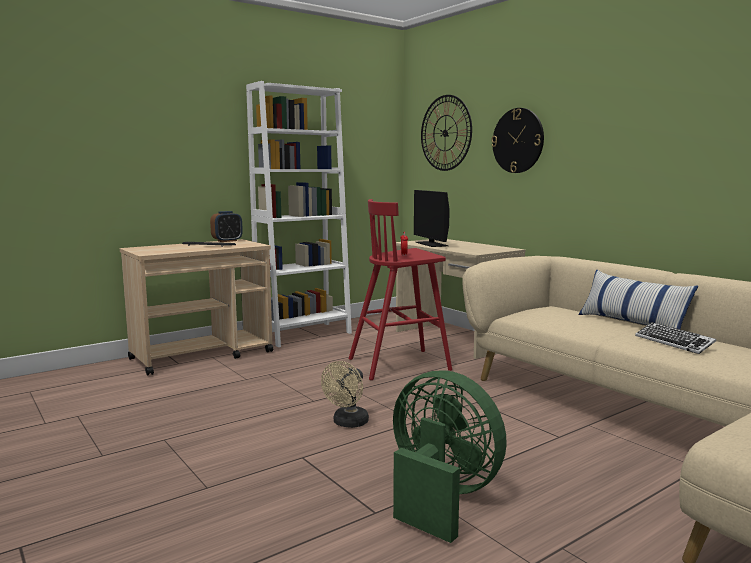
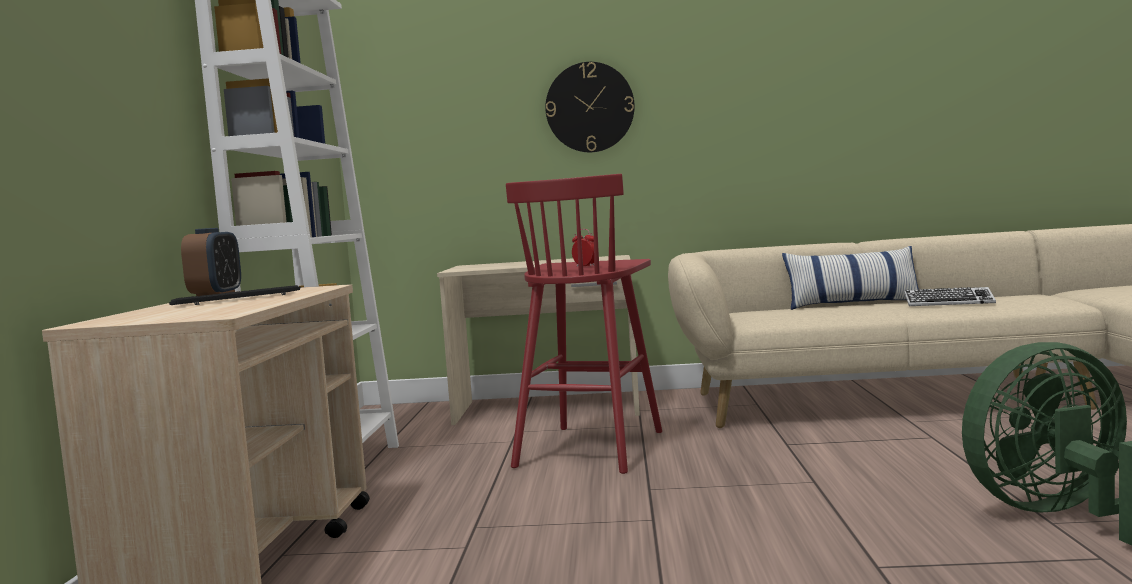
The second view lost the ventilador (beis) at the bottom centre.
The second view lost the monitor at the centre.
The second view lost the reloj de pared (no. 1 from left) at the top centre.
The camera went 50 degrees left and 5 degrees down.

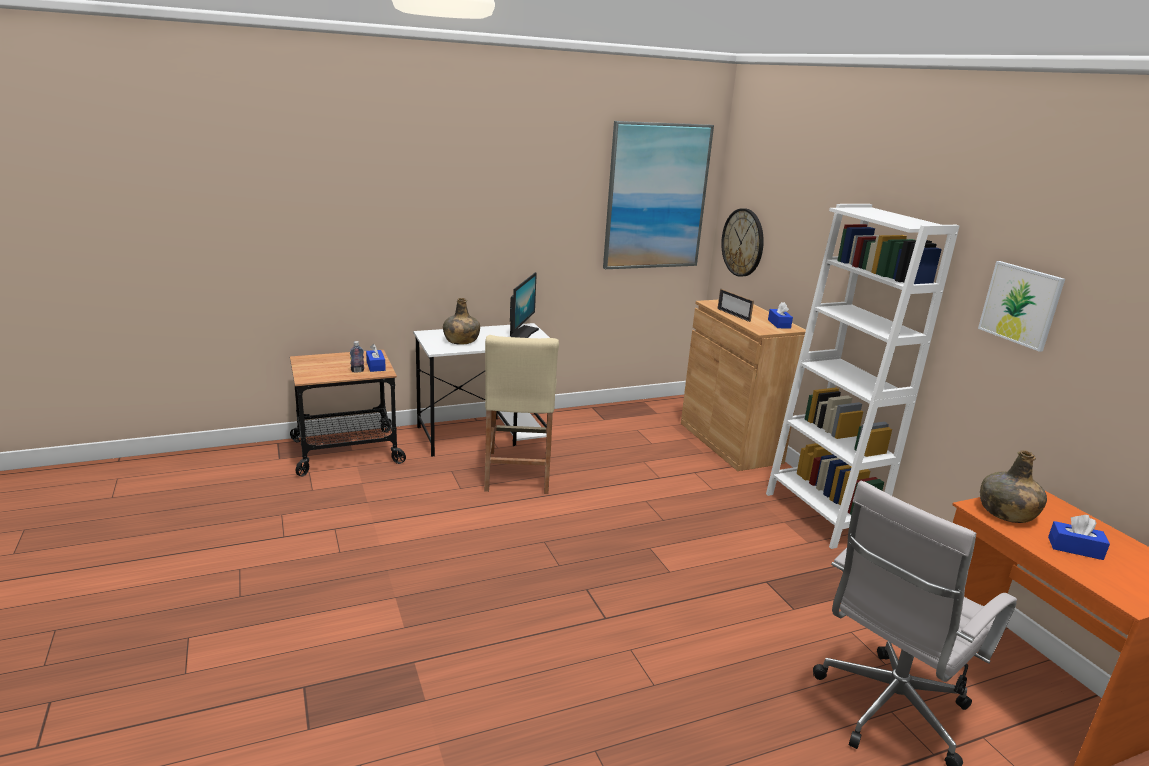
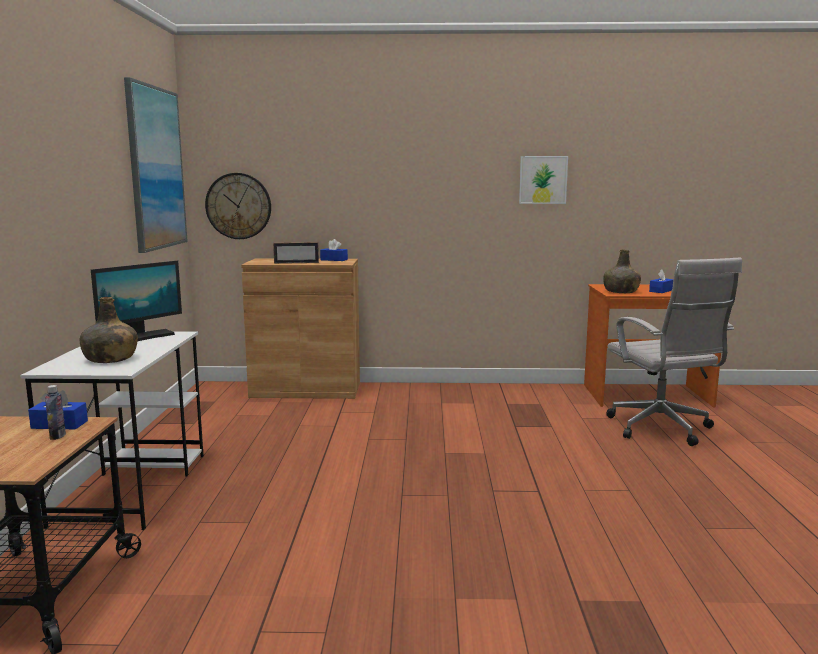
The second view lost the taburete (beis) at the centre.
The monitor at the centre ended up facing another way, 90 degrees clockwise from before.
The second view lost the estantería (blanco) at the middle right.
The camera went 65 degrees left and 10 degrees down.

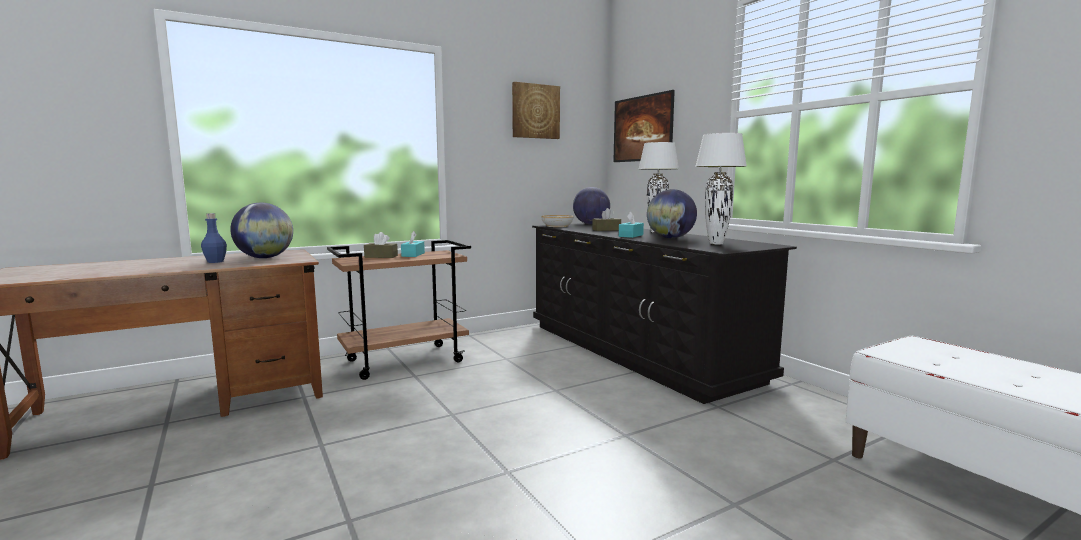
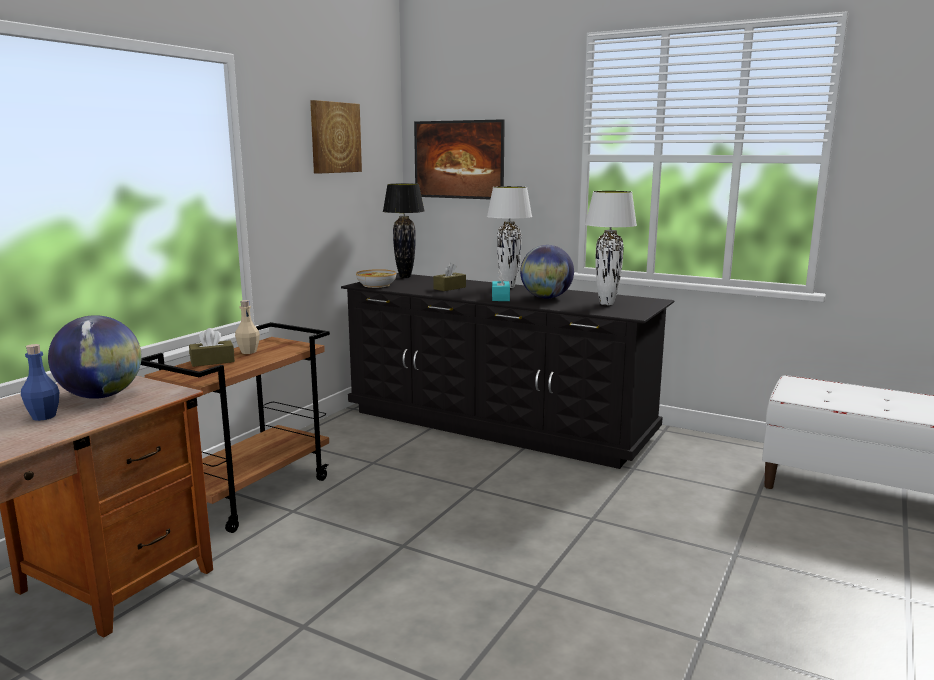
Where the caja de pañuelos (turquesa) (no. 1 from left) stood at the centre, the botella (beis) came to stand at the middle left.
Where the globo terráqueo (no. 2 from left) stood at the centre, the lámpara de mesa (negro) came to stand at the centre.
The camera went 30 degrees left and 5 degrees up.

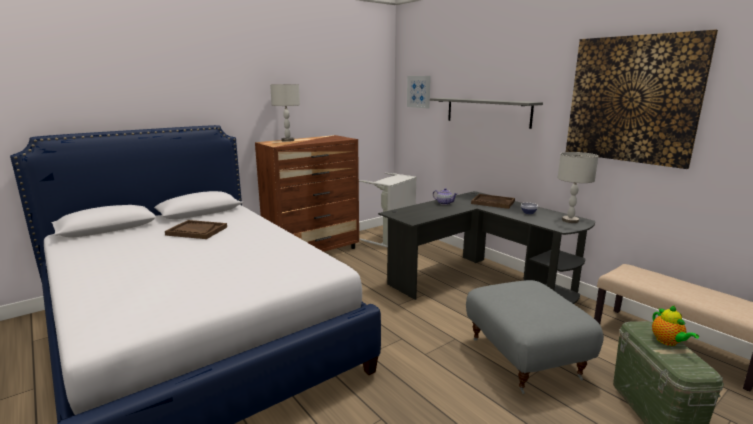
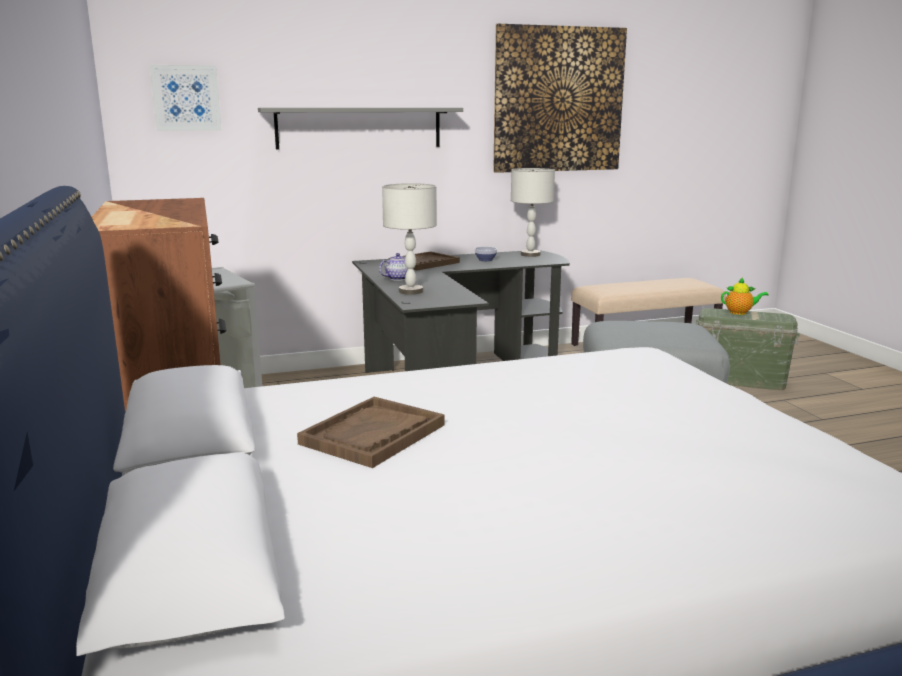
The lámpara de mesa (gris) (no. 1 from left) ended up elsewhere, having gone from the top centre to the centre.
The camera went 70 degrees left and 0 degrees up.

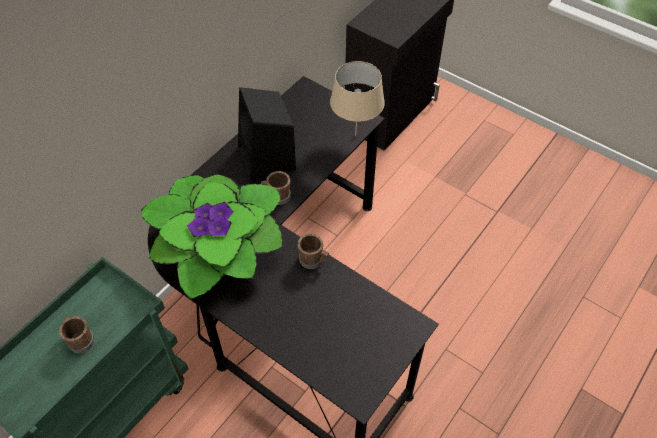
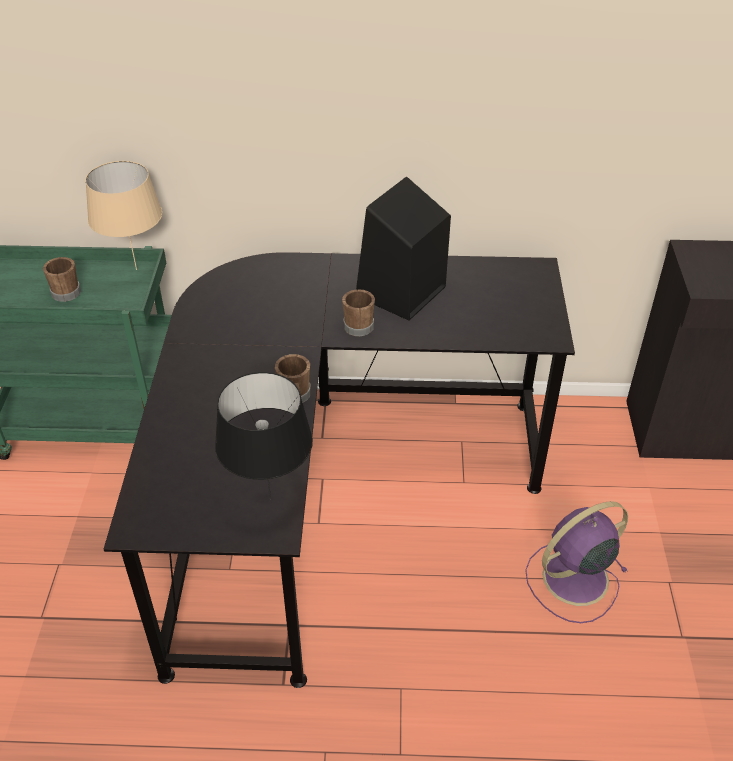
The second view lost the planta en maceta at the middle left.
The lámpara de mesa (beis) ended up elsewhere, having gone from the top centre to the top left.
The second view gained the lámpara de mesa (negro) at the centre.
The second view gained the ventilador (morado) at the bottom right.
The camera went 55 degrees right and 10 degrees down.

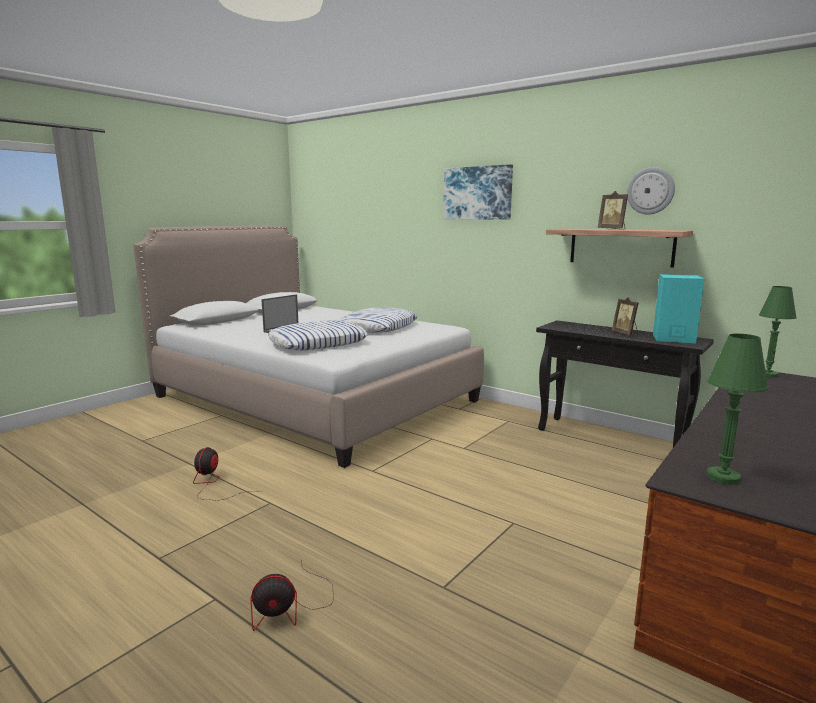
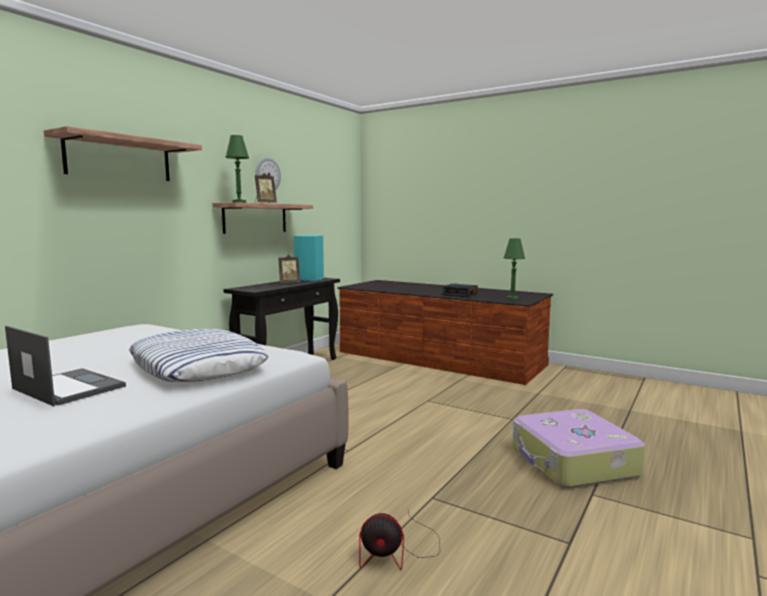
Where the ventilador (no. 2 from left) stood at the bottom centre, the maleta came to stand at the bottom right.
The second view lost the cojín (no. 2 from left) at the centre.
Where the cuadro hung at the top centre, the estante (no. 1 from left) came to hang at the top left.
The lámpara de mesa (verde) (no. 2 from left in the first image) ended up elsewhere, having gone from the middle right to the top left.
The second view gained the despertador at the centre.
The camera went 95 degrees left and 5 degrees down.

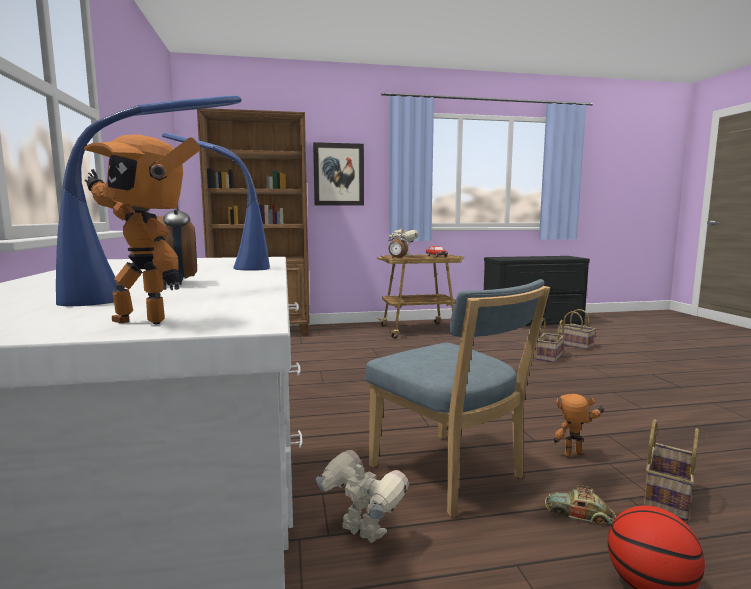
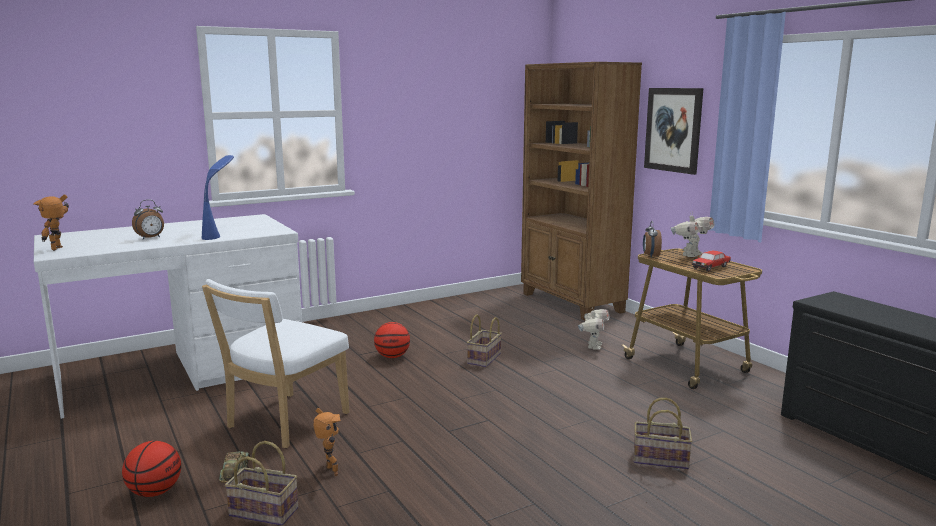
The second view lost the lámpara de mesa (azul) (no. 1 from left) at the middle left.
The robot de juguete (no. 2 from left in the first image) ended up elsewhere, having gone from the bottom centre to the centre.
What was the silla (azul) at the bottom centre turned into the silla (blanco) at the bottom left.
The cesta (no. 2 from left) ended up elsewhere, having gone from the middle right to the centre.
The second view gained the balón de baloncesto (no. 2 from left) at the centre.
The camera went 70 degrees right and 5 degrees up.

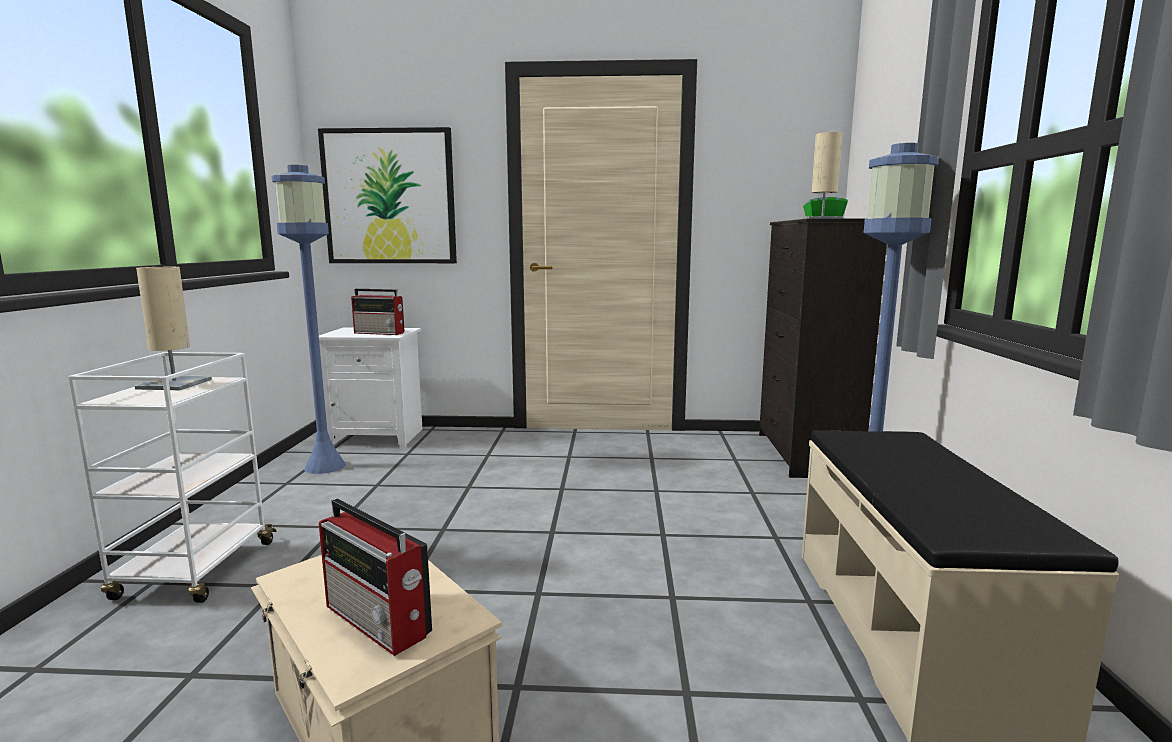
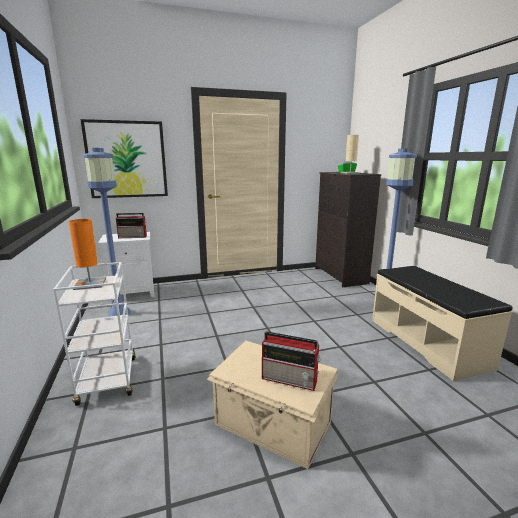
What was the lámpara de mesa (beis) (no. 1 from left) at the middle left turned into the lámpara de mesa (naranja) at the middle left.
The camera went 20 degrees left and 5 degrees up.

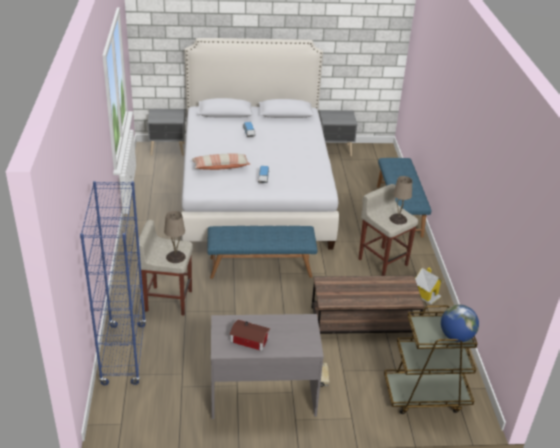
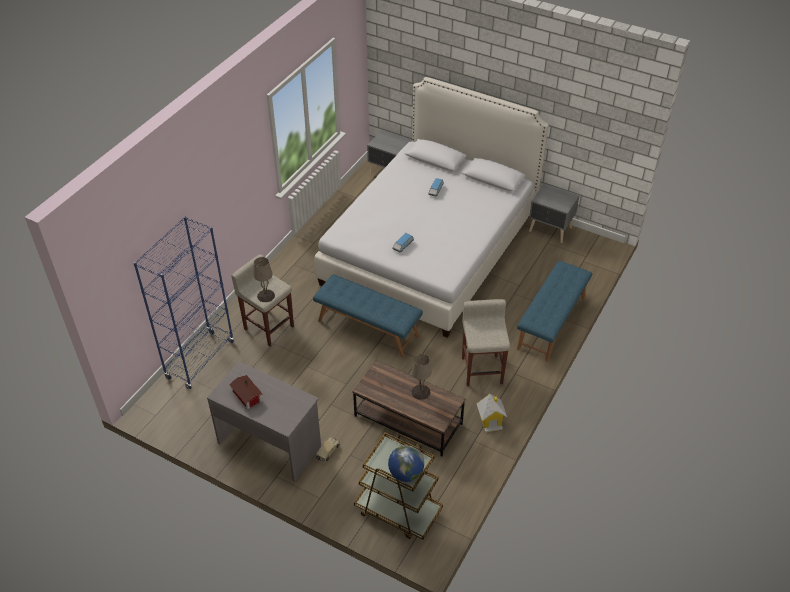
The second view lost the cojín at the centre.
The lámpara de mesa (beis) (no. 2 from left) ended up elsewhere, having gone from the middle right to the centre.
The camera went 35 degrees right and 10 degrees up.

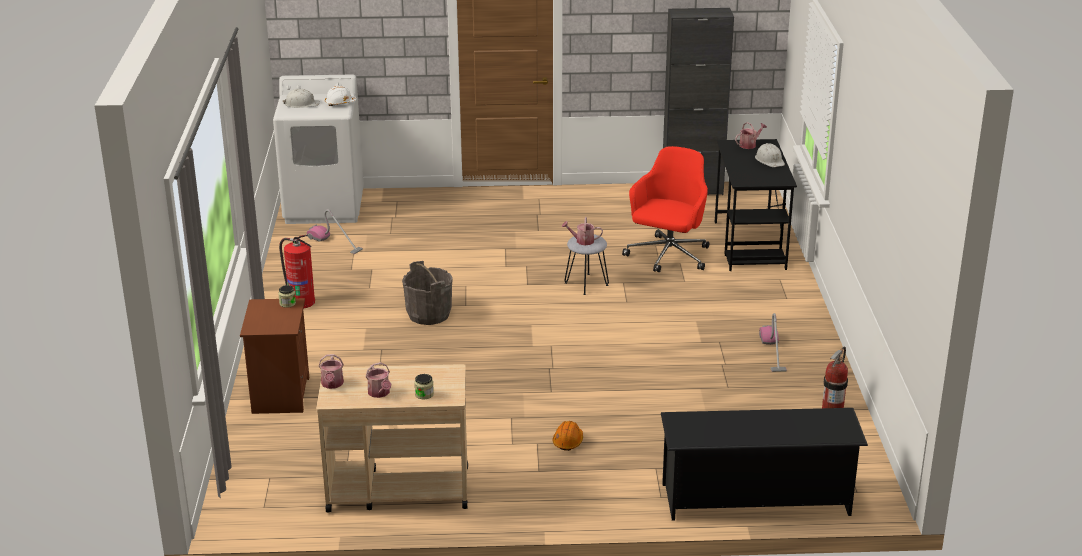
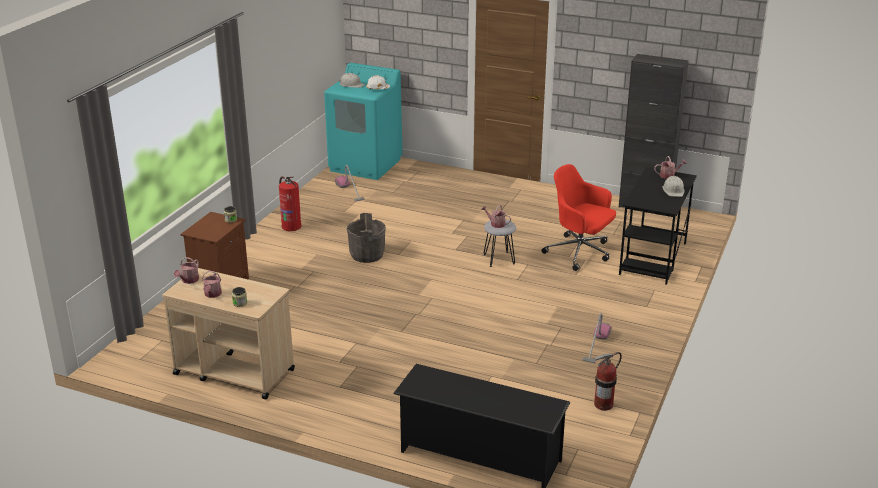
What was the lavadora (blanco) at the top left turned into the lavadora (turquesa) at the top centre.
The second view lost the casco (naranja) at the bottom centre.
The silla de oficina (rojo) at the centre ended up facing another way, 105 degrees counterclockwise from before.
The camera went 25 degrees right and 0 degrees up.

